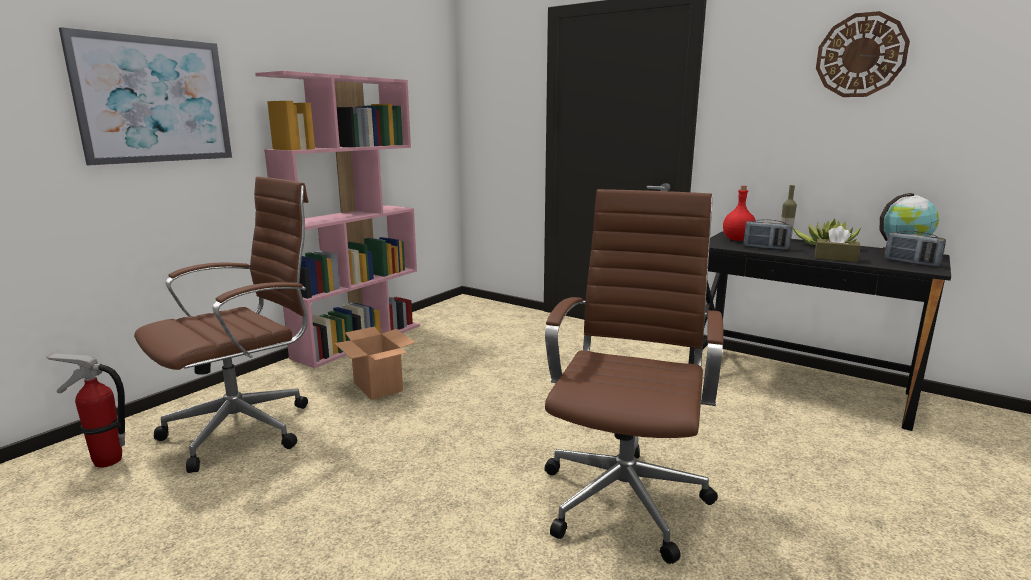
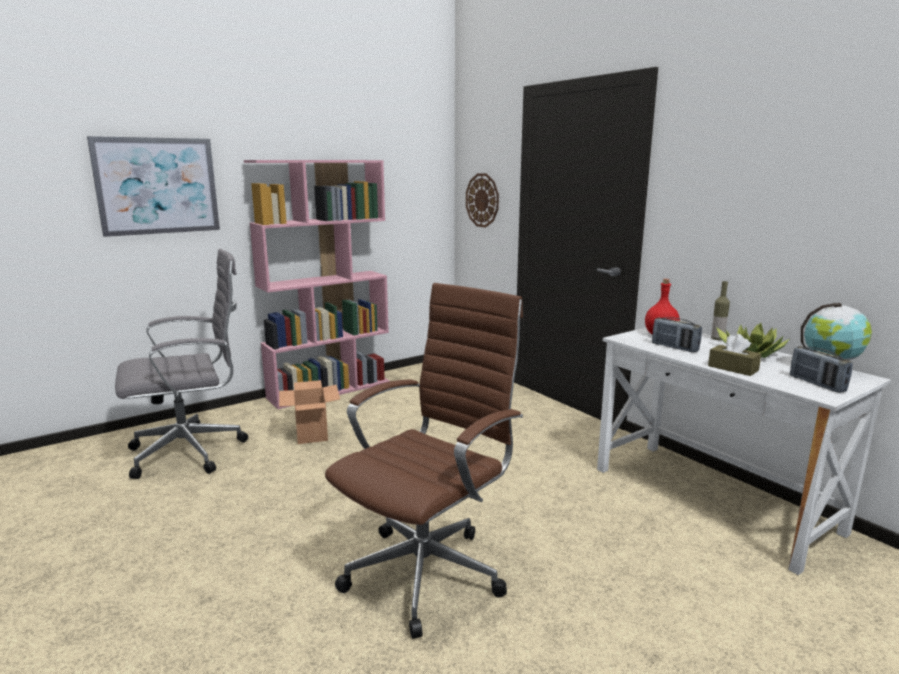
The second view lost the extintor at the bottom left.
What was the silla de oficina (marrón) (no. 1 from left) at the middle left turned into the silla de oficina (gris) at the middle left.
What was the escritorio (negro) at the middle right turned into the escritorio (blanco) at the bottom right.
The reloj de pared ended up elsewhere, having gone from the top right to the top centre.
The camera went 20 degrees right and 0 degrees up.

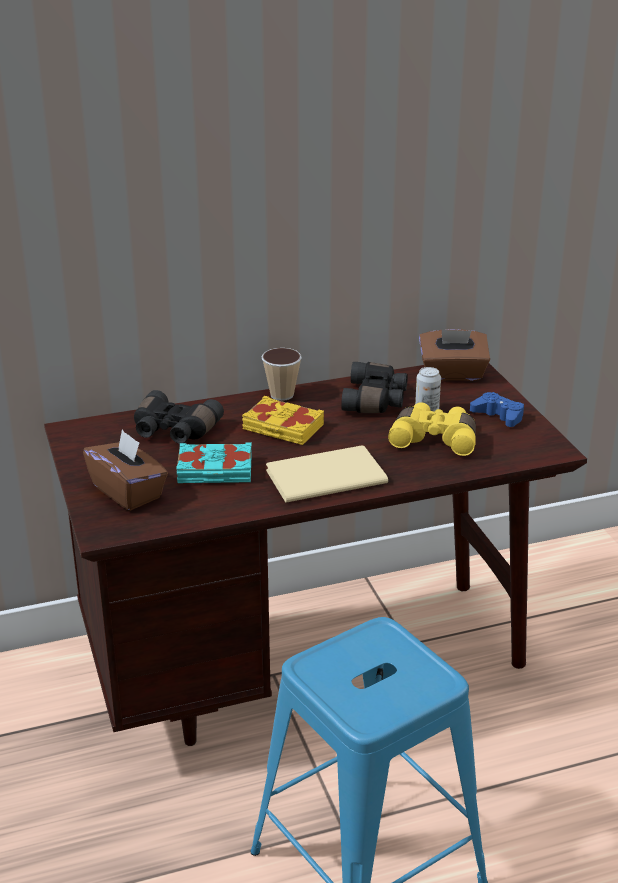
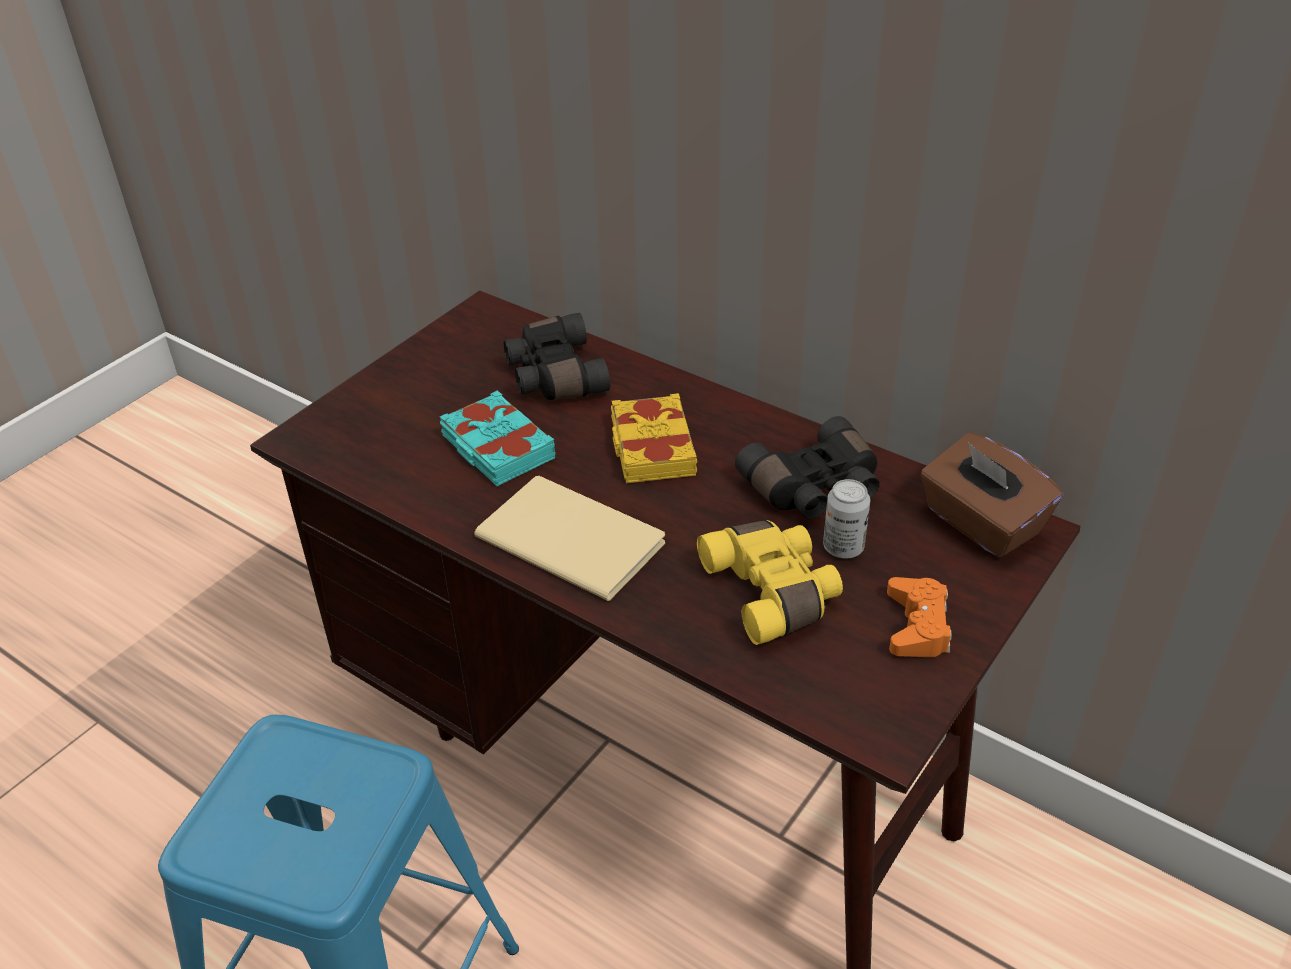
The second view lost the caja de pañuelos (marrón) (no. 1 from left) at the middle left.
The second view lost the taza at the centre.
What was the mando de consola (azul) at the middle right turned into the mando de consola (naranja) at the middle right.
The camera went 55 degrees right and 10 degrees up.

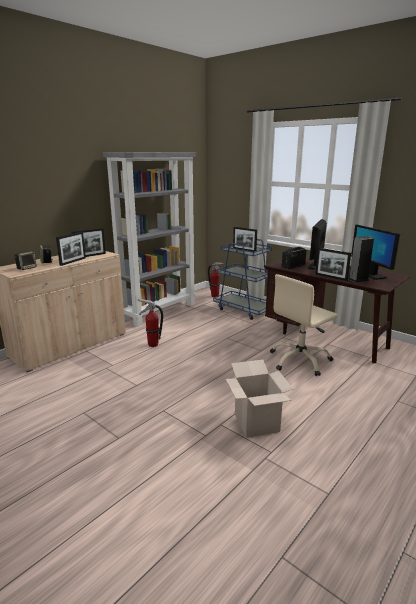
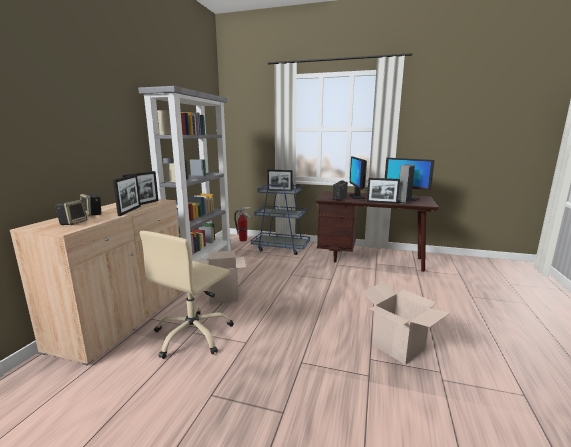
Where the extintor (no. 1 from left) stood at the centre, the caja de cartón (no. 1 from left) came to stand at the centre.
The silla de oficina (beis) ended up elsewhere, having gone from the middle right to the middle left.
The camera went 25 degrees left and 5 degrees down.

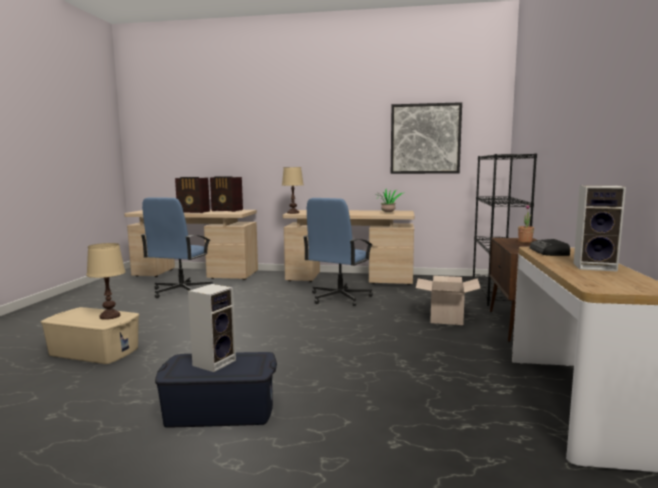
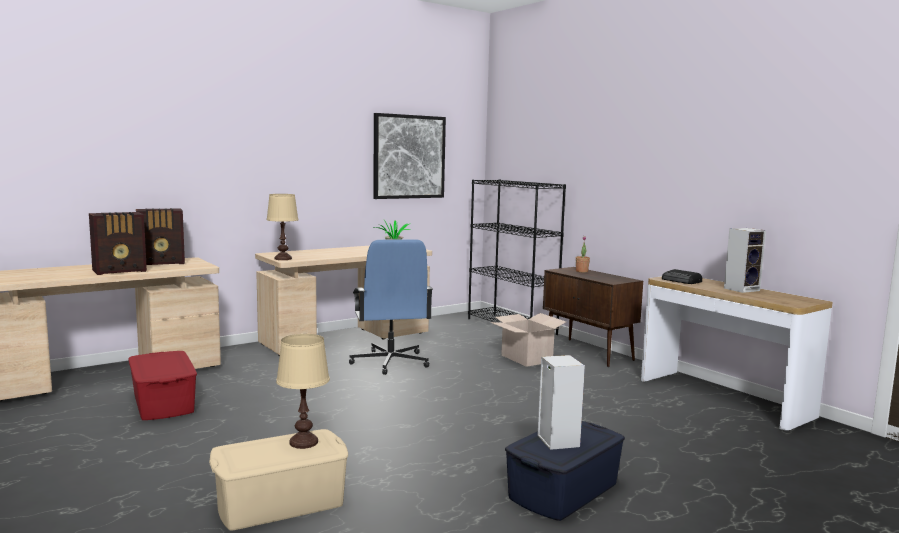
Where the silla de oficina (azul) (no. 1 from left) stood at the middle left, the caja de almacenaje (rojo) came to stand at the bottom left.
The camera went 45 degrees left and 0 degrees up.

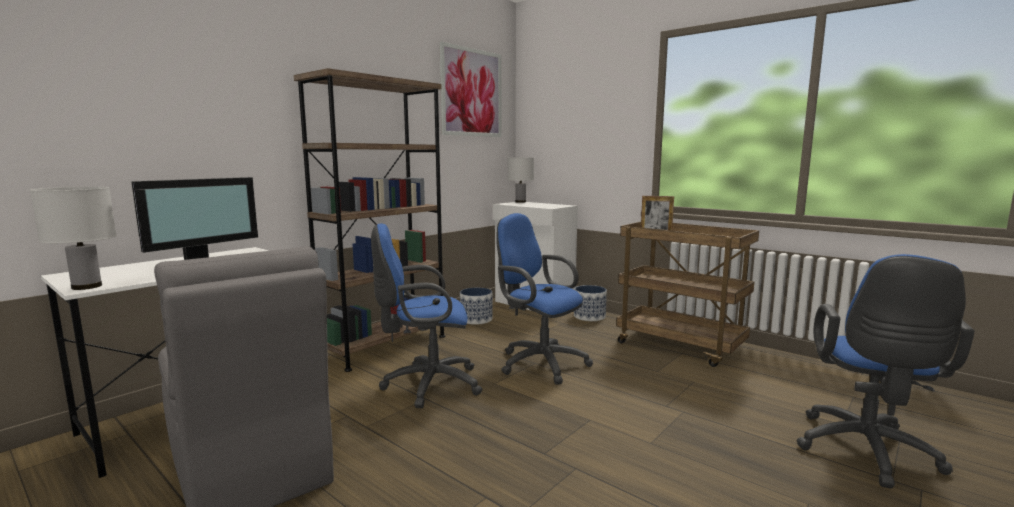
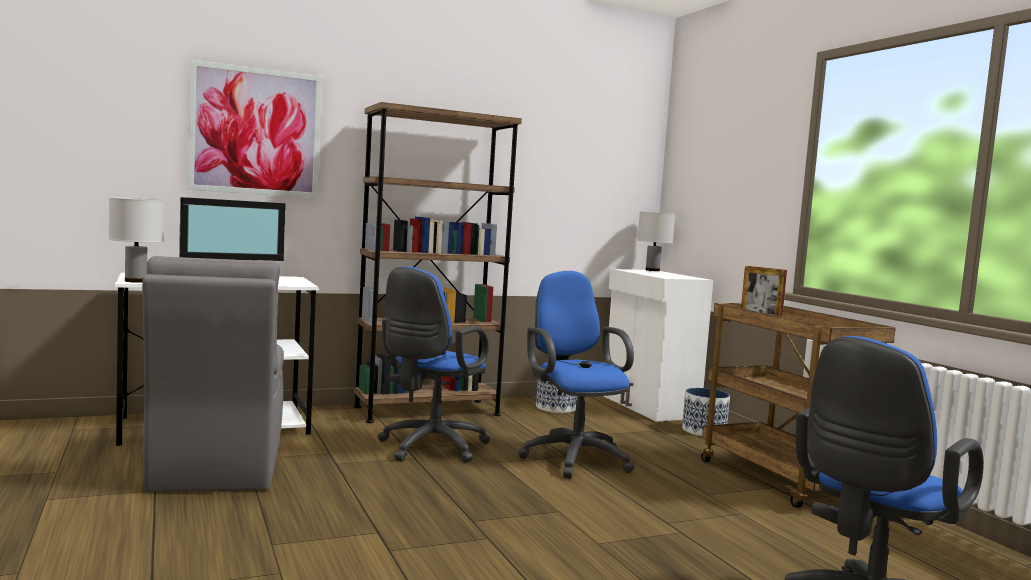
The silla de oficina (azul) (no. 1 from left) at the centre ended up facing another way, 75 degrees counterclockwise from before.
The cuadro ended up elsewhere, having gone from the top centre to the top left.
The camera went 25 degrees right and 5 degrees down.

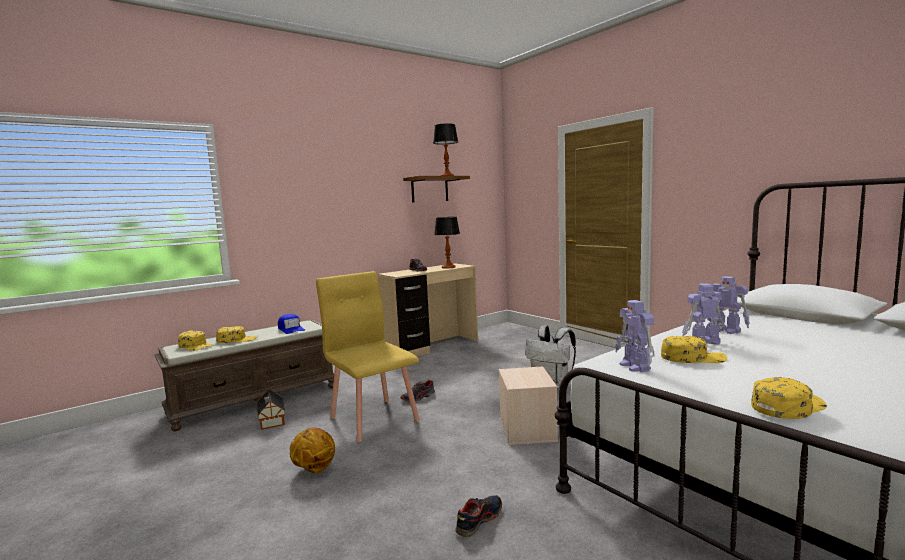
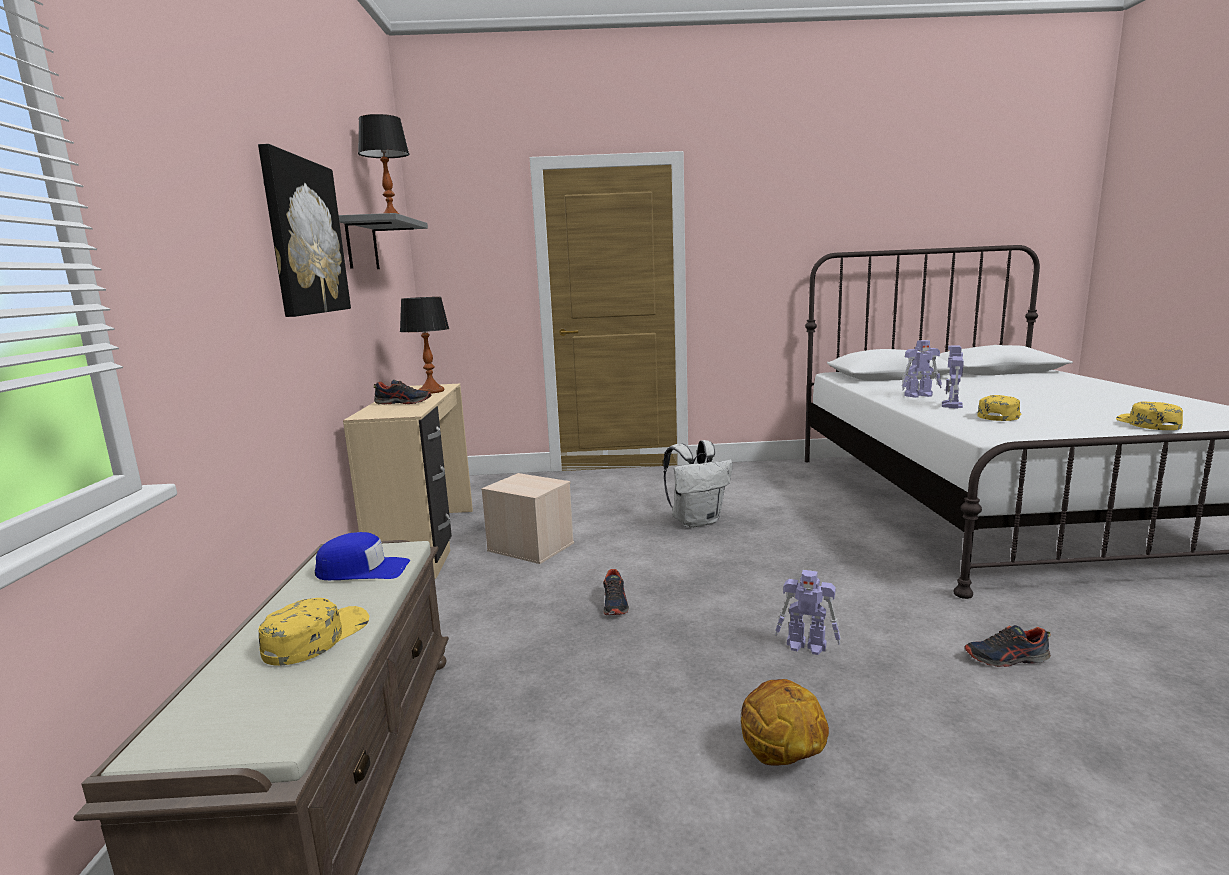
The second view lost the gorra (amarillo) (no. 1 from left) at the middle left.
The second view lost the casita at the bottom left.
The second view lost the silla (amarillo) at the centre.
What was the estante (marrón) at the centre turned into the estante (gris) at the top left.
The zapato (no. 3 from left) at the bottom centre ended up facing another way, 75 degrees counterclockwise from before.
The caja de almacenaje (beis) ended up elsewhere, having gone from the bottom centre to the centre.
The robot de juguete (no. 1 from left) ended up elsewhere, having gone from the middle right to the bottom centre.
The second view gained the cuadro at the top left.
The camera went 55 degrees left and 5 degrees up.

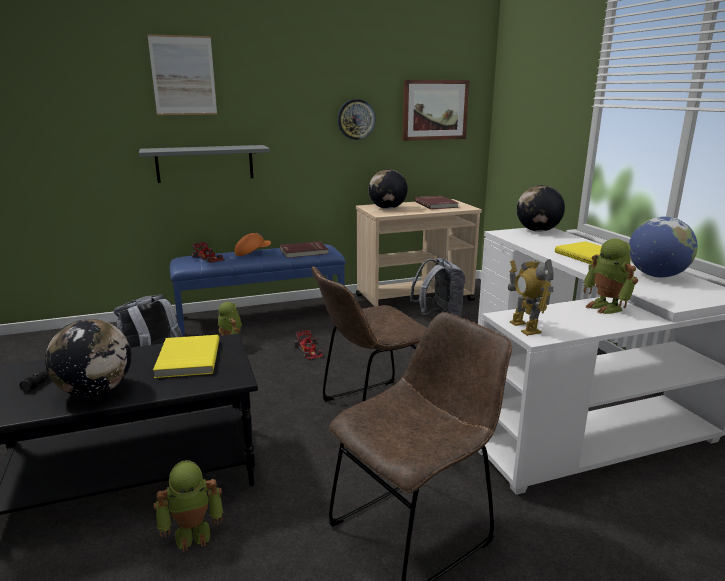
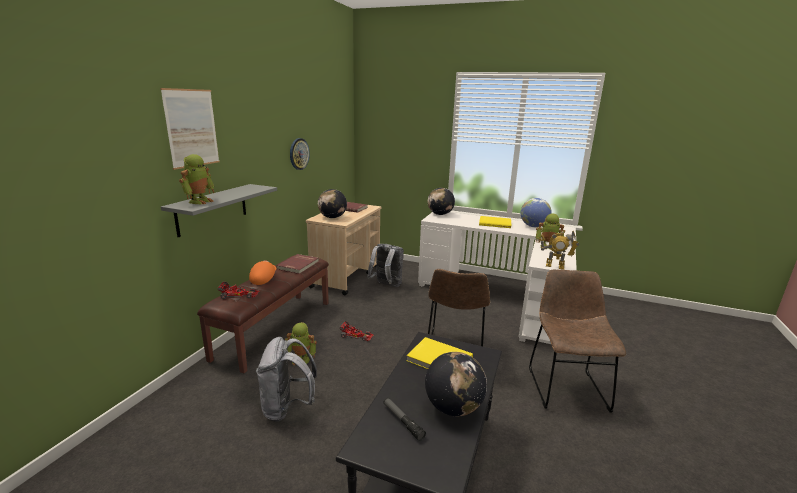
The robot de juguete (no. 1 from left) ended up elsewhere, having gone from the bottom left to the middle left.
What was the banco (azul) at the centre turned into the banco (marrón) at the middle left.
The second view lost the cuadro (no. 2 from left) at the top centre.
The camera went 50 degrees left and 0 degrees up.

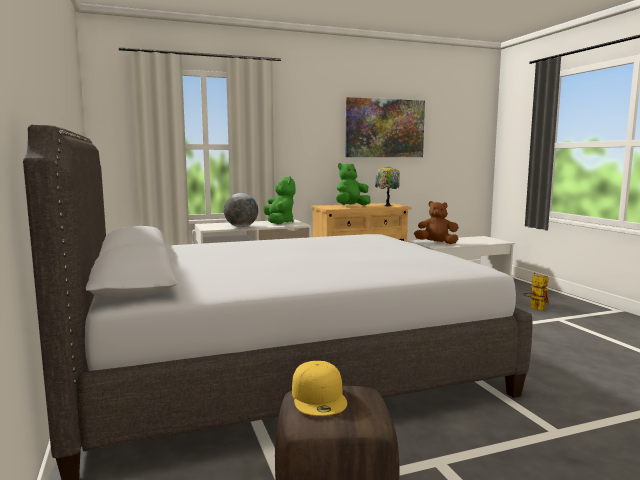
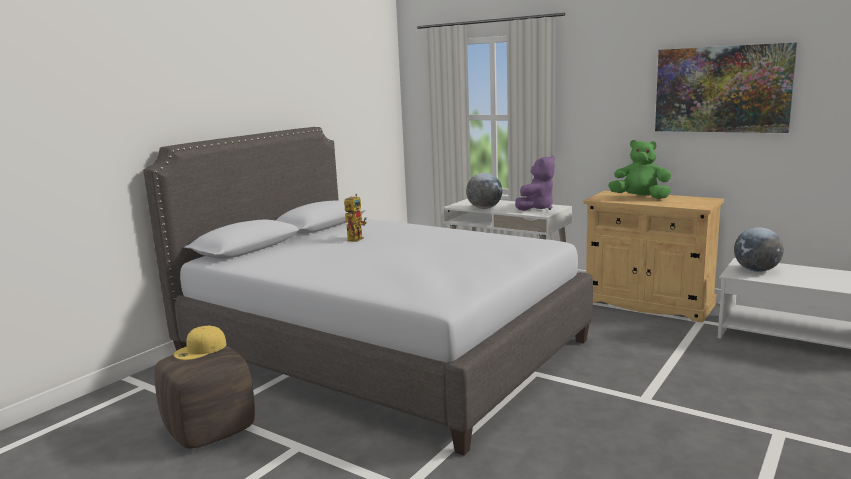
What was the peluche (verde) (no. 1 from left) at the centre turned into the peluche (morado) at the centre.
The second view lost the lámpara de mesa at the centre.
Where the peluche (marrón) stood at the middle right, the globo terráqueo (no. 2 from left) came to stand at the middle right.
The robot de juguete ended up elsewhere, having gone from the middle right to the centre.
The camera went 55 degrees right and 5 degrees up.

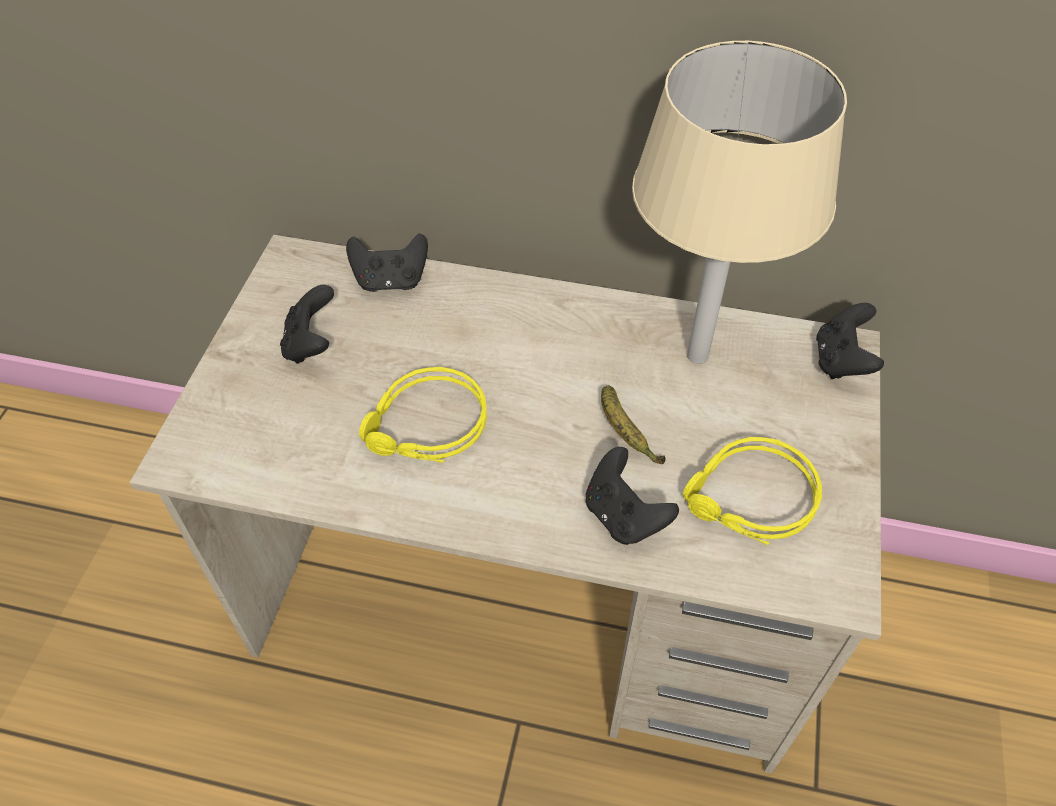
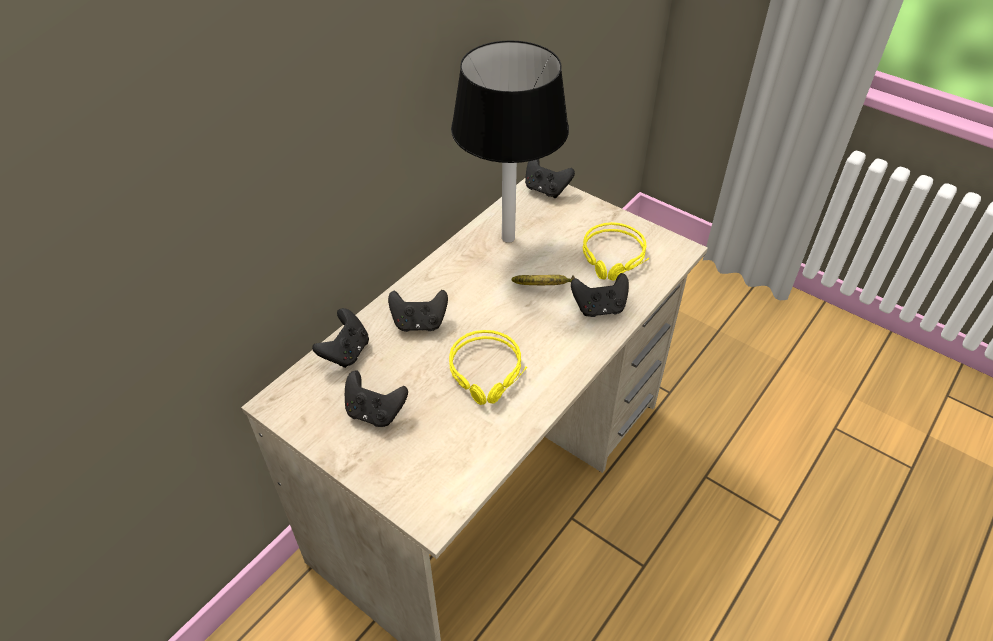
What was the lámpara de mesa (beis) at the top right turned into the lámpara de mesa (negro) at the top centre.
The second view gained the mando de consola (negro) (no. 3 from left) at the centre.
The camera went 65 degrees left and 5 degrees down.

